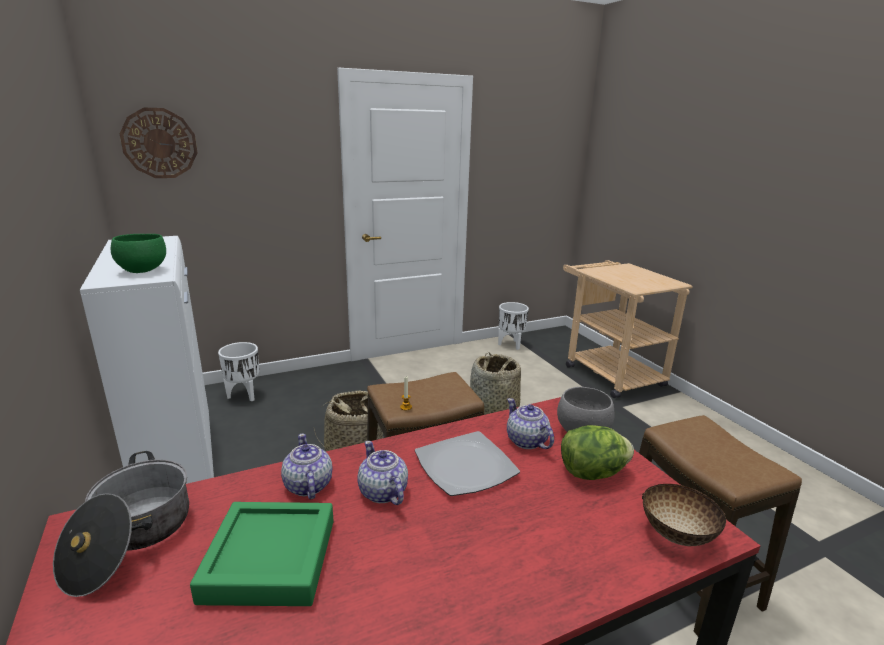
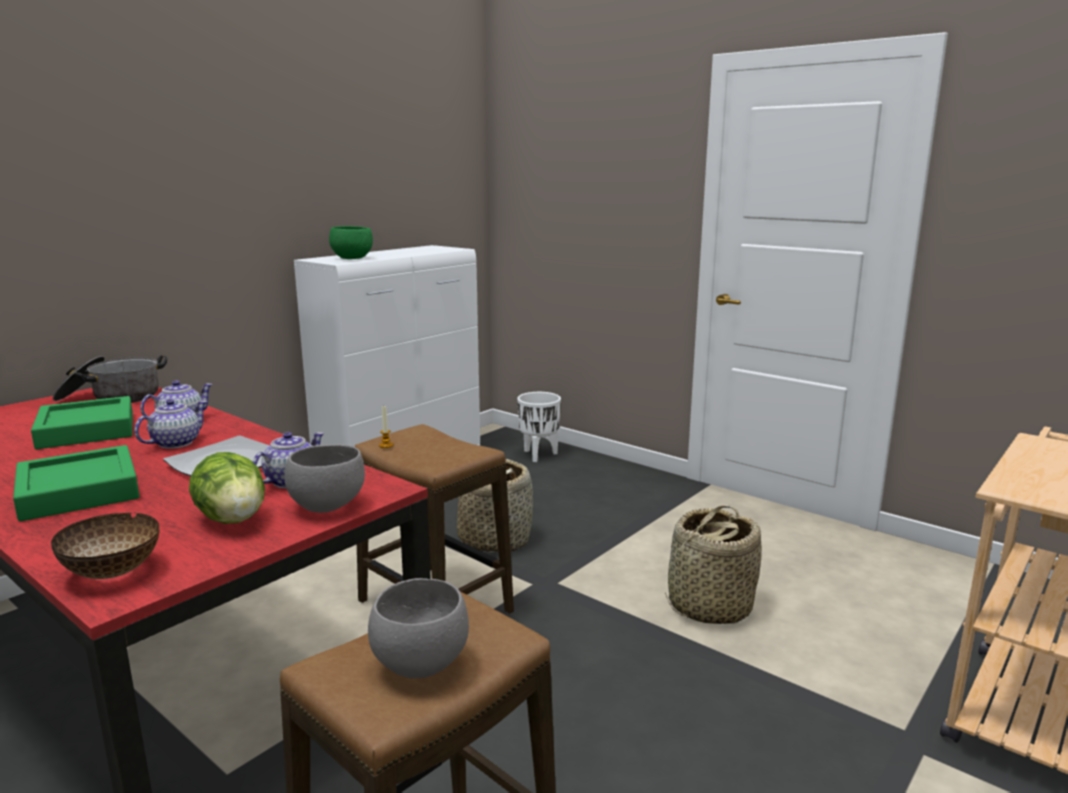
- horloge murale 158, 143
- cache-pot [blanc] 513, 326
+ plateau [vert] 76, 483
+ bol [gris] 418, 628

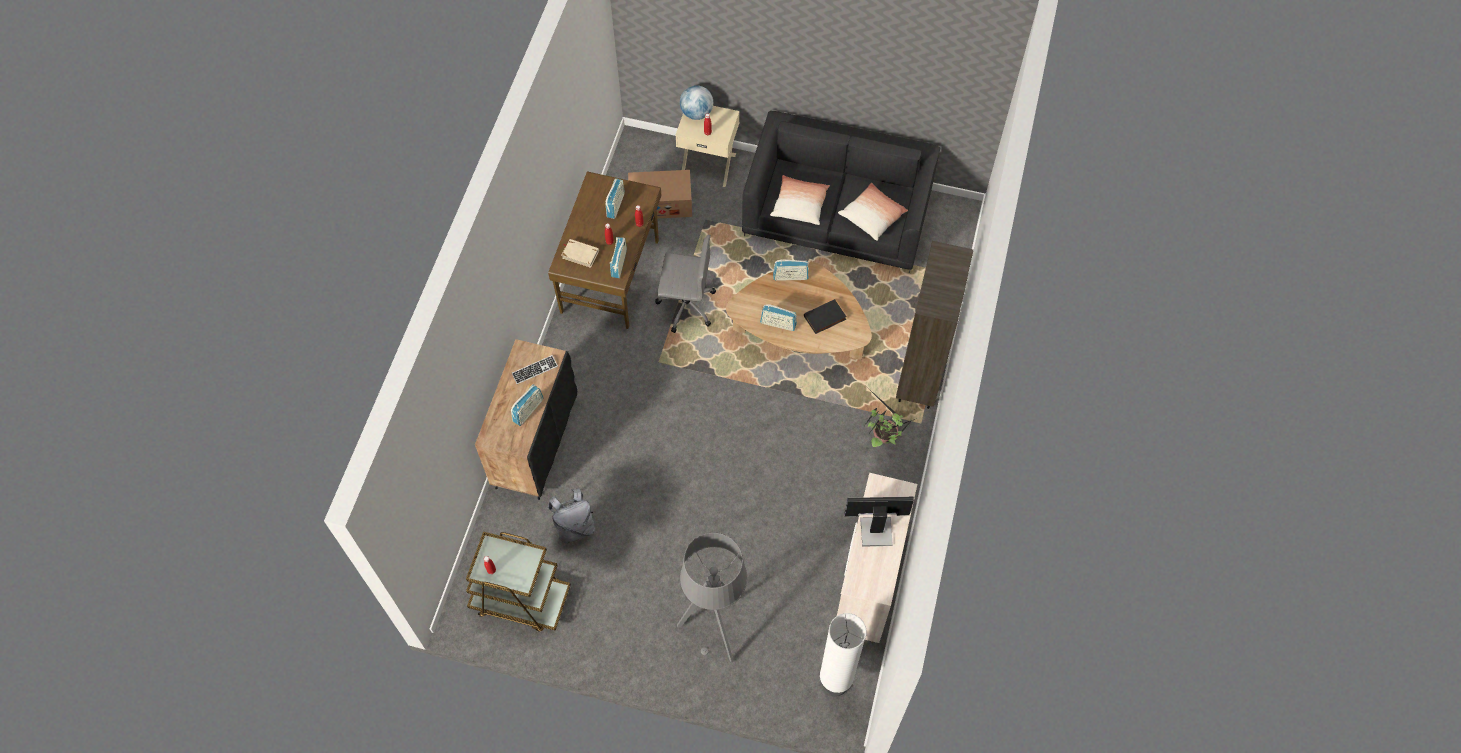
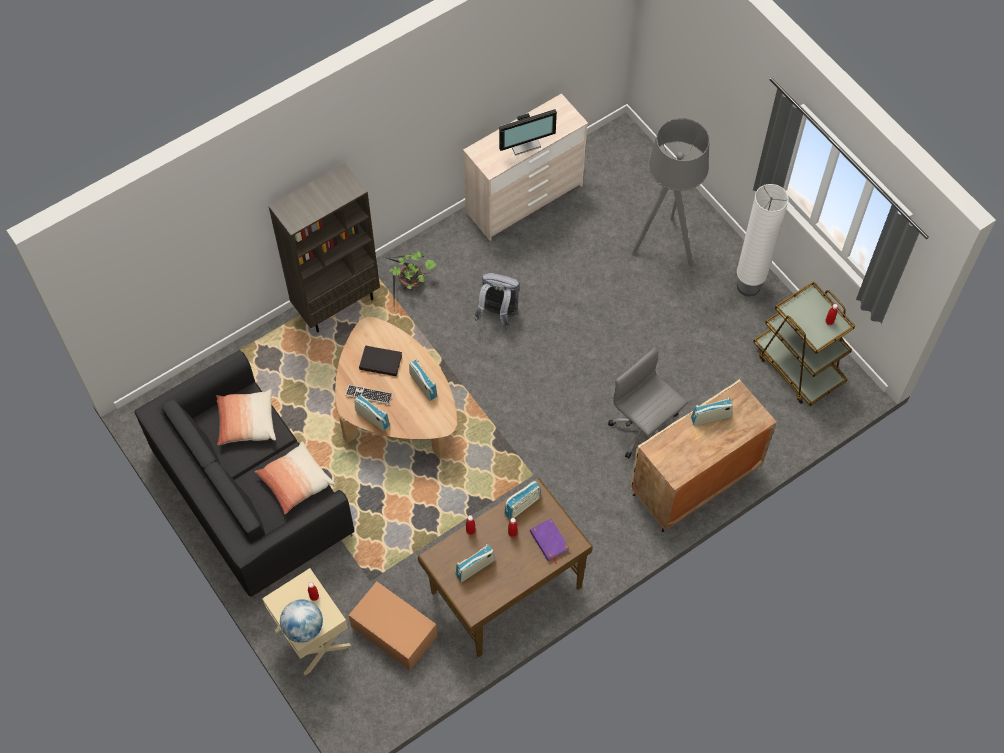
~ chaise de bureau [gris] 685, 284 to 647, 402
~ livre [beige] 580, 253 to livre [violet] 549, 541
~ meuble de rangement [noir] 526, 419 to meuble de rangement [beige] 703, 455
~ clavier 535, 369 to 369, 394
~ sac à dos [gris] 571, 516 to 497, 301
~ écran d'ordinateur 879, 522 = 528, 132 60 degrees counterclockwise
~ lampadaire [blanc] 843, 655 to 763, 240

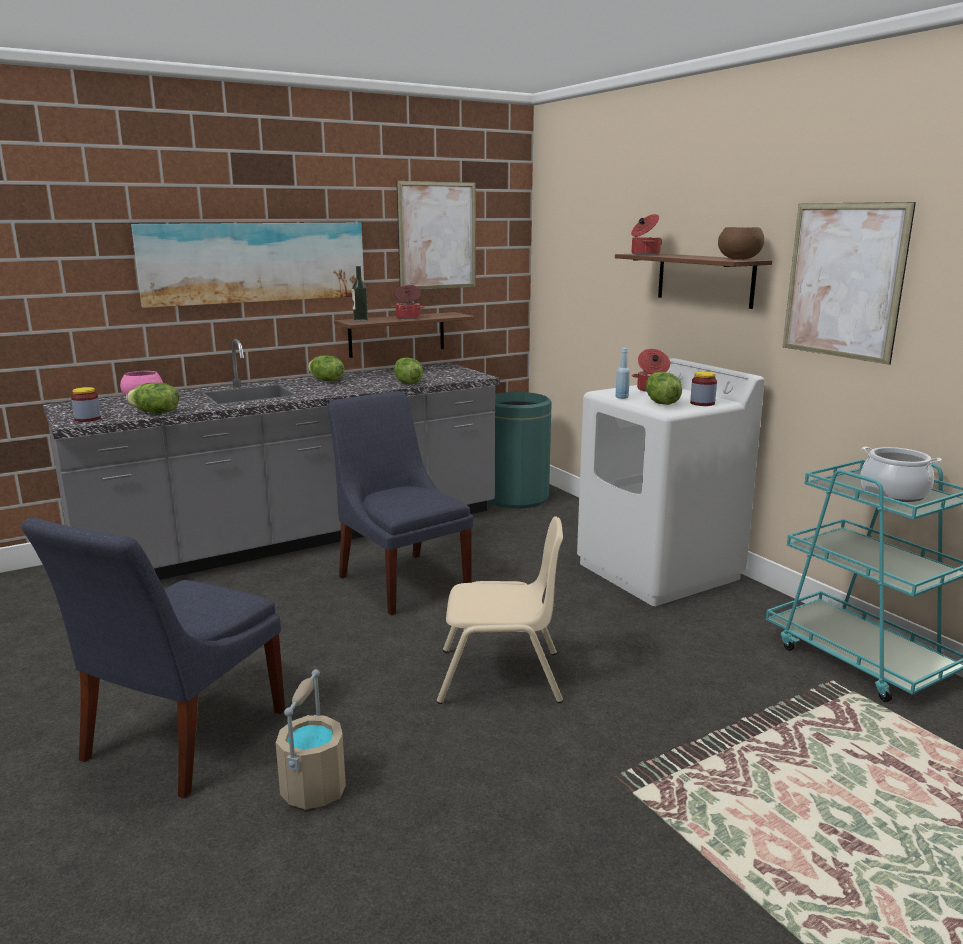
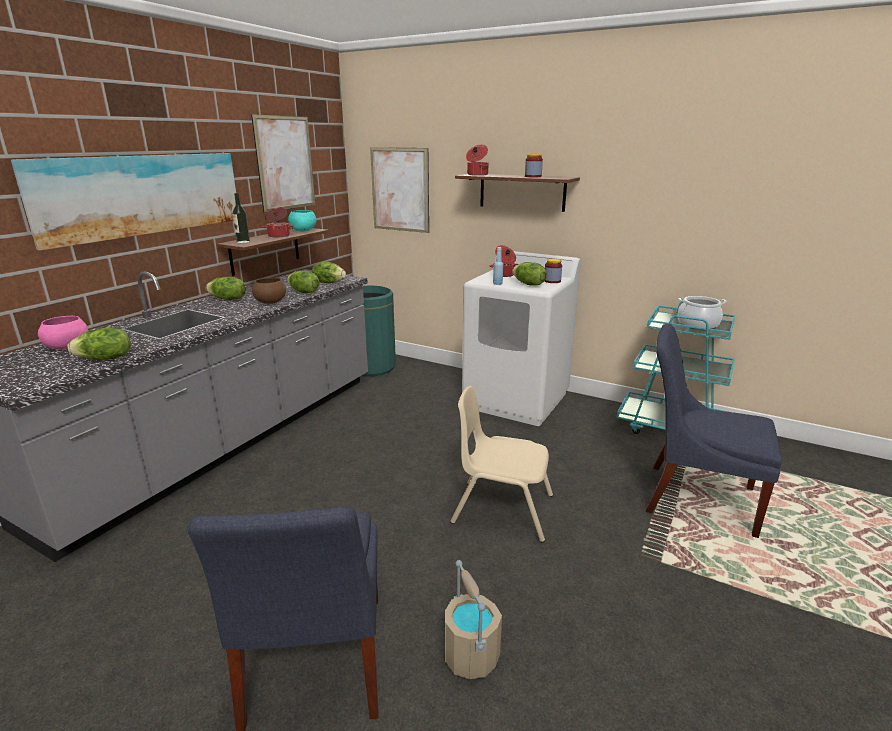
~ tableau 849, 283 to 399, 190
~ bol [marron] 741, 243 to 269, 291
~ bocal 86, 404 to 534, 165
~ chaise [bleu] 400, 503 to 714, 431
~ chaise [beige] 500, 610 = 501, 464 135 degrees counterclockwise
+ bol [turquoise] 302, 221
+ laitue 329, 272

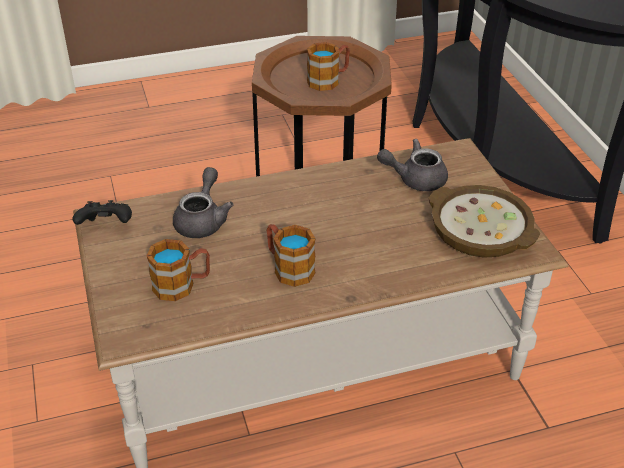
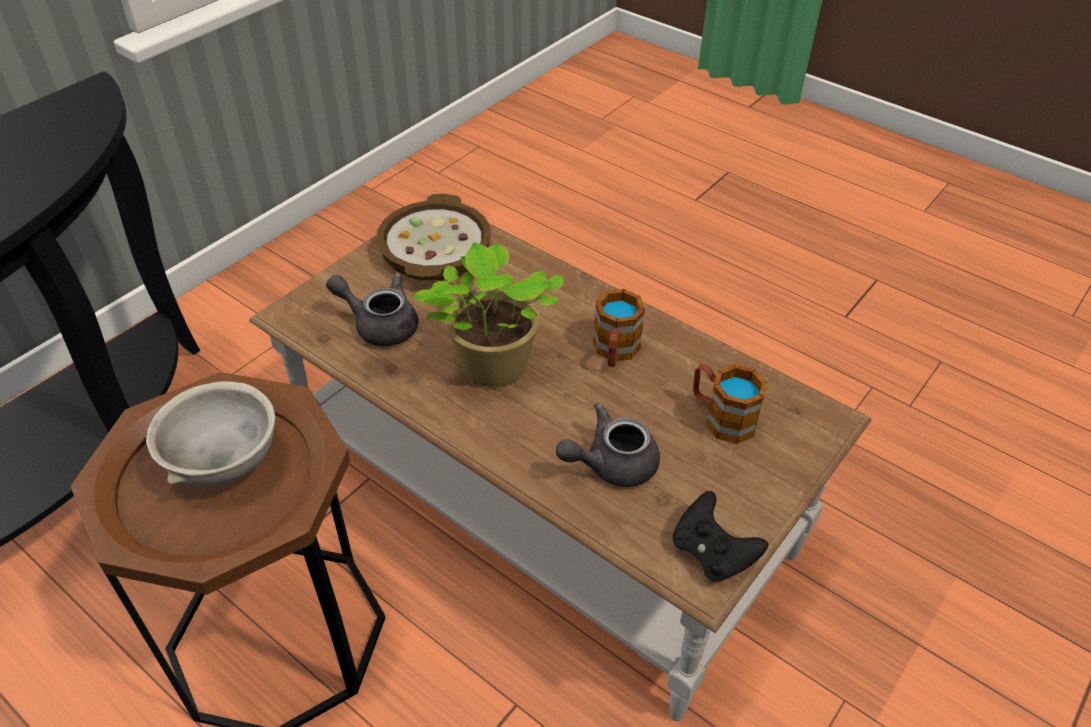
~ mug 328, 66 to bol [gris] 211, 434
~ théière [gris] 412, 165 = 372, 309 150 degrees clockwise
+ plante en pot 488, 314

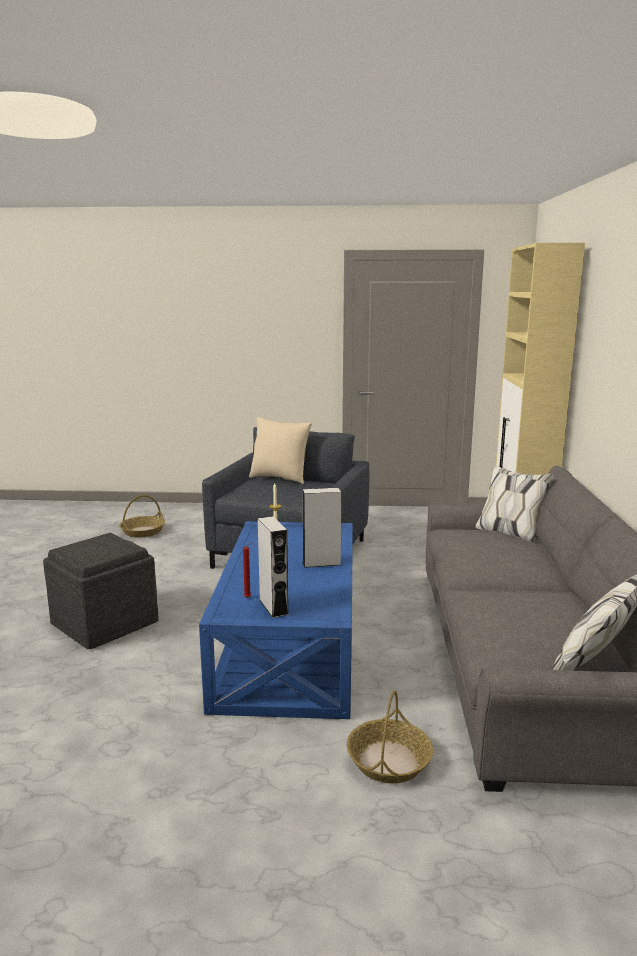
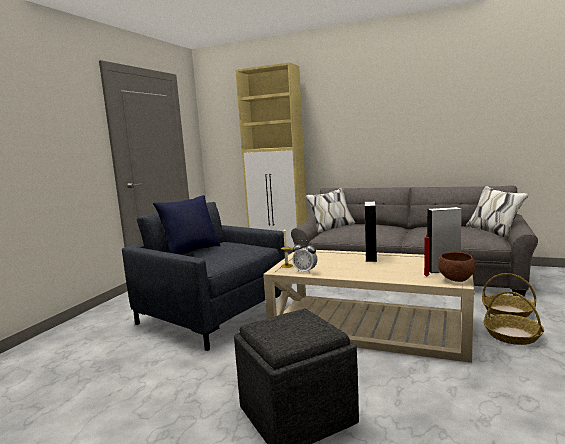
~ coussin [beige] 280, 450 to coussin [bleu] 186, 225
~ panier 142, 516 to 513, 318
~ table basse [bleu] 276, 620 to table basse [beige] 369, 306
+ réveil 305, 256
+ bol [marron] 456, 267

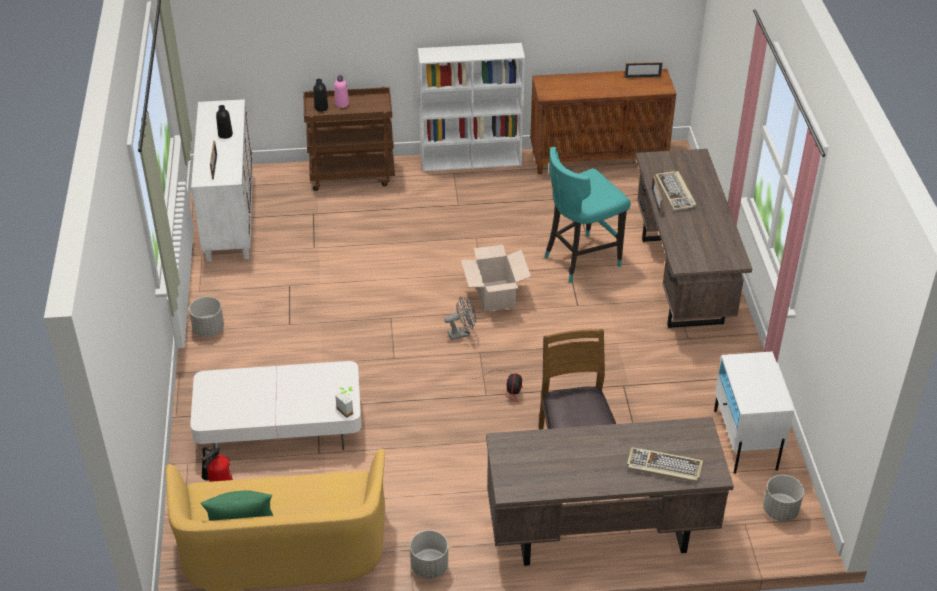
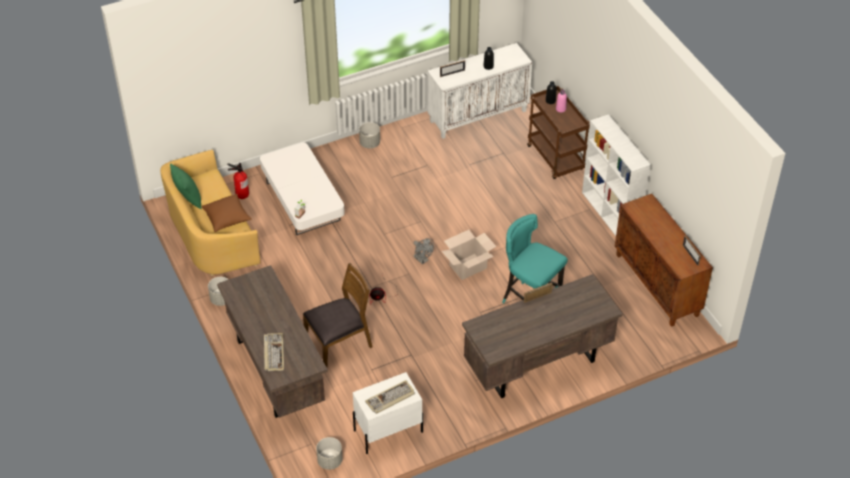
~ clavier 675, 191 to 390, 397
+ coussin [marron] 227, 213

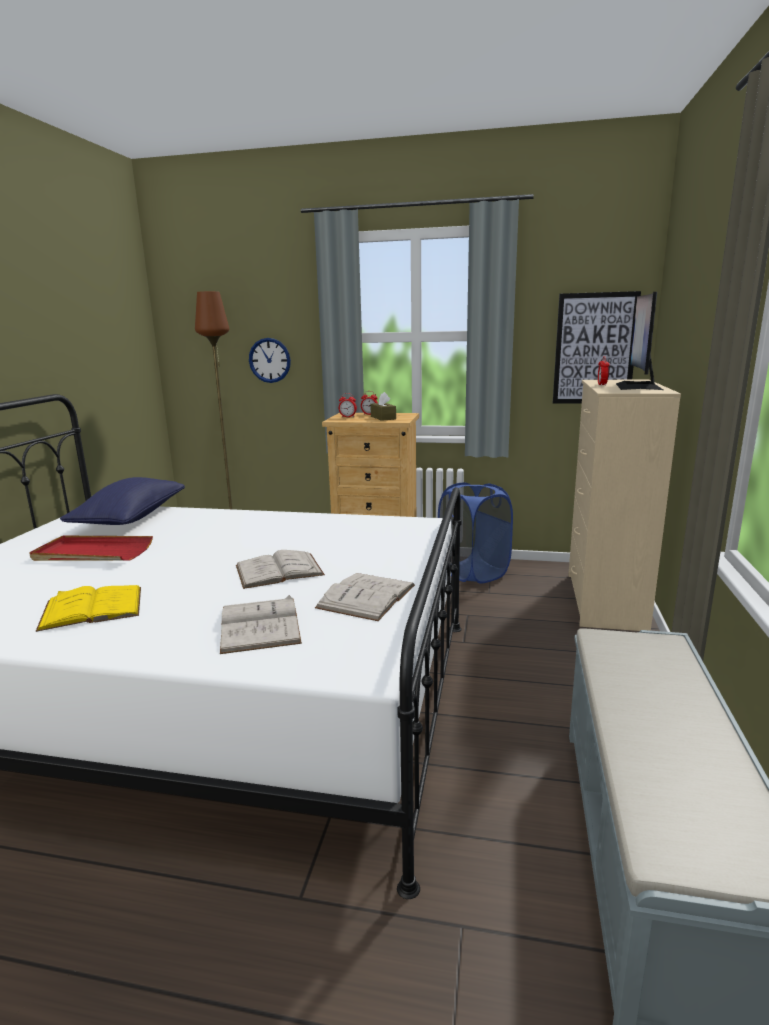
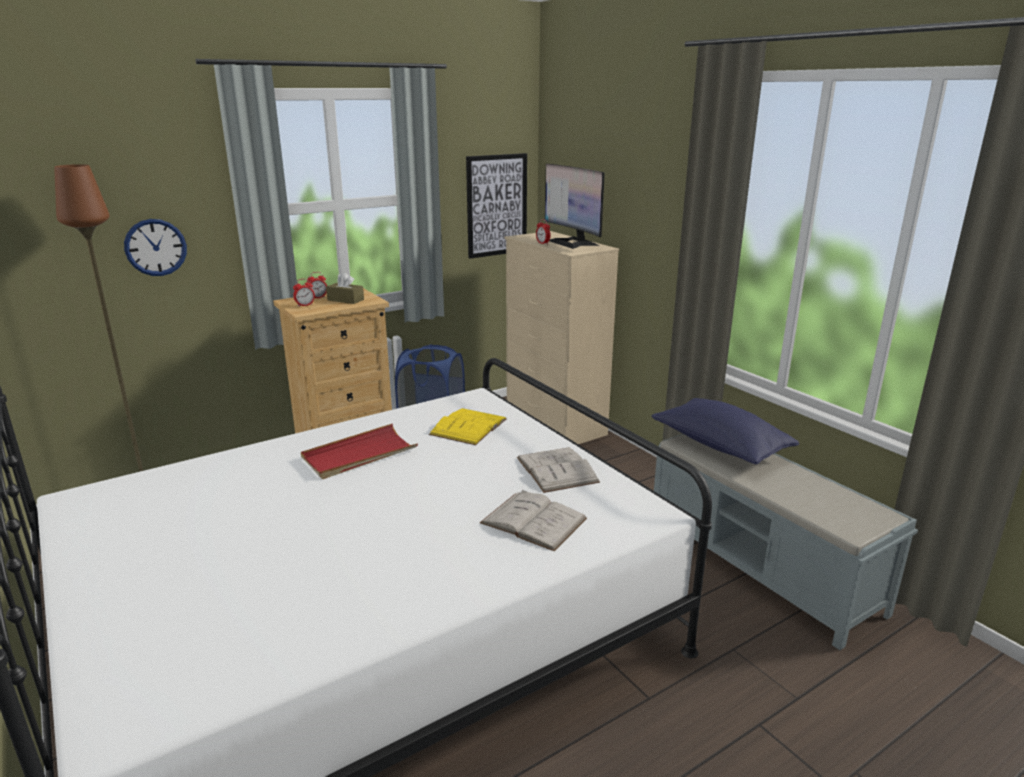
~ coussin [bleu] 122, 501 to 725, 431
~ plateau [rouge] 91, 548 to 359, 451
- livre [blanc] 280, 569
~ livre [jaune] 88, 608 to 468, 426

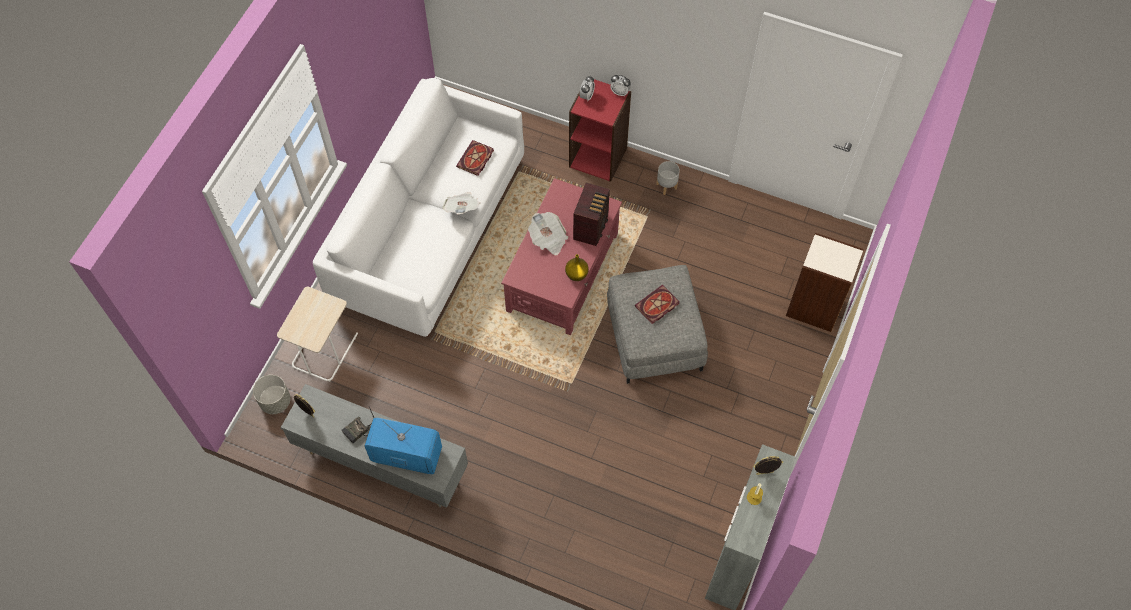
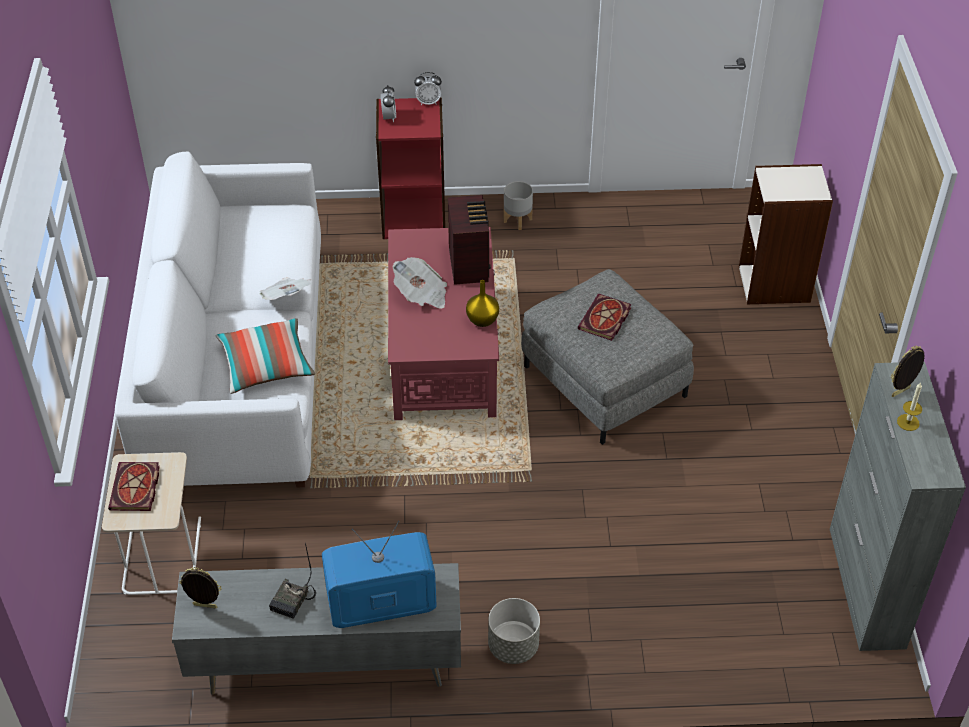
~ livre 475, 158 to 134, 486
~ cache-pot [gris] 272, 394 to 514, 631
+ coussin 265, 356

